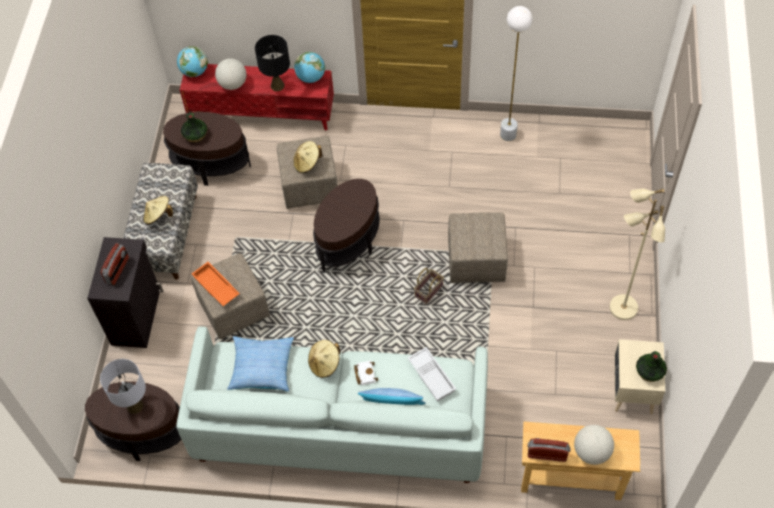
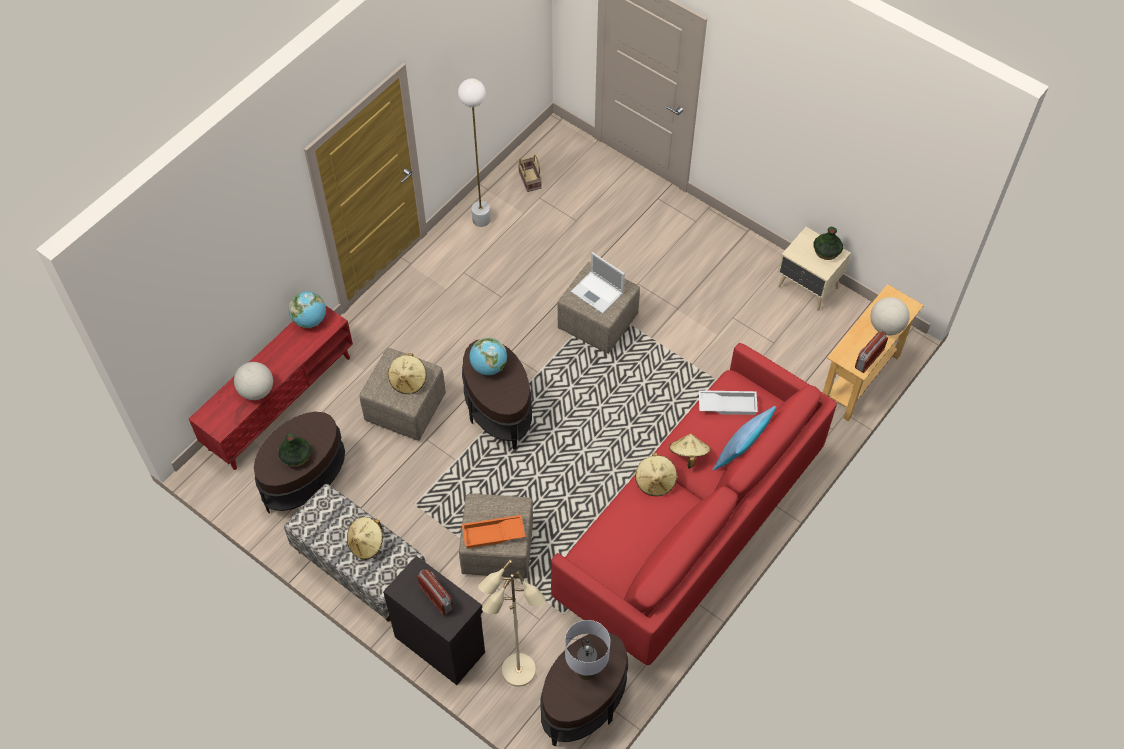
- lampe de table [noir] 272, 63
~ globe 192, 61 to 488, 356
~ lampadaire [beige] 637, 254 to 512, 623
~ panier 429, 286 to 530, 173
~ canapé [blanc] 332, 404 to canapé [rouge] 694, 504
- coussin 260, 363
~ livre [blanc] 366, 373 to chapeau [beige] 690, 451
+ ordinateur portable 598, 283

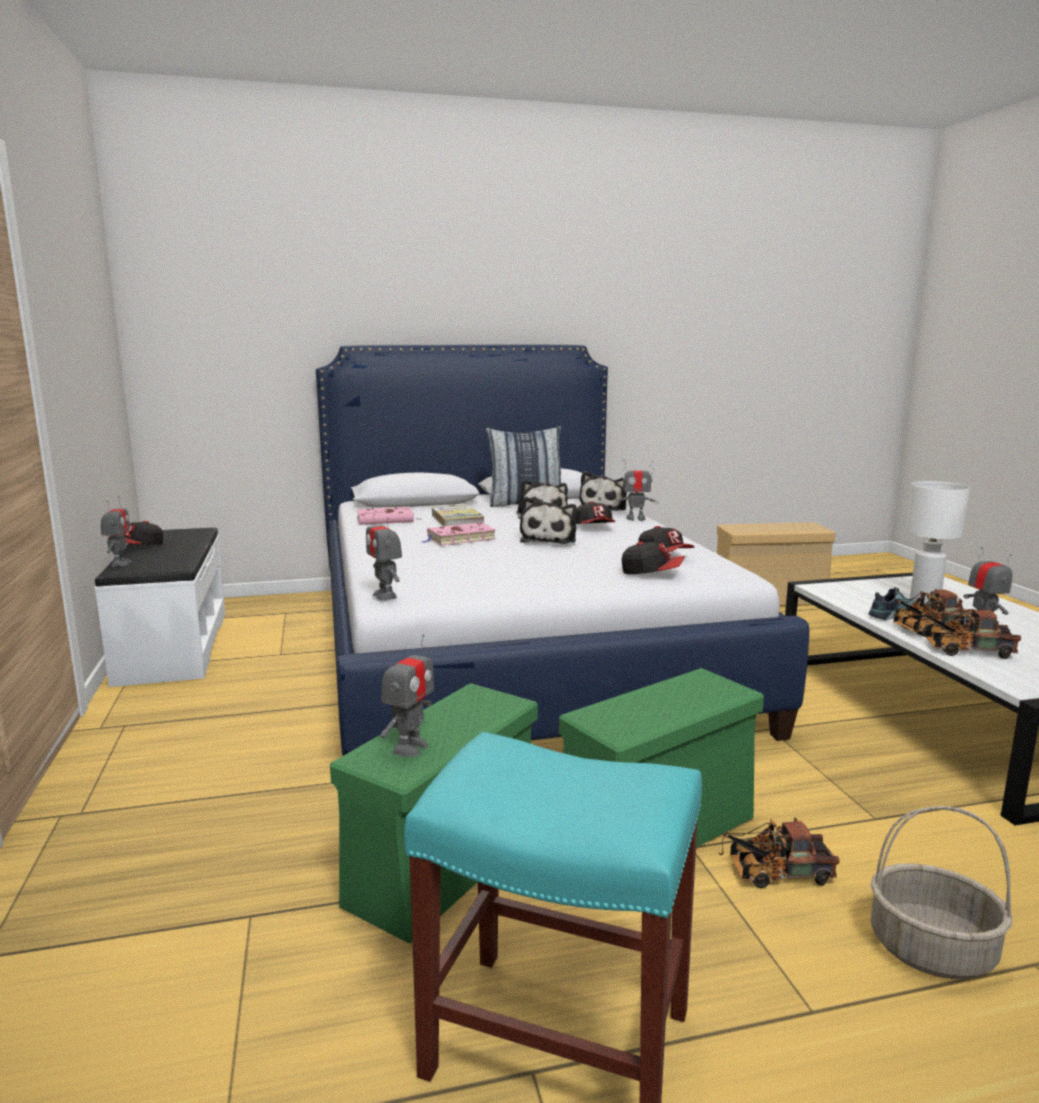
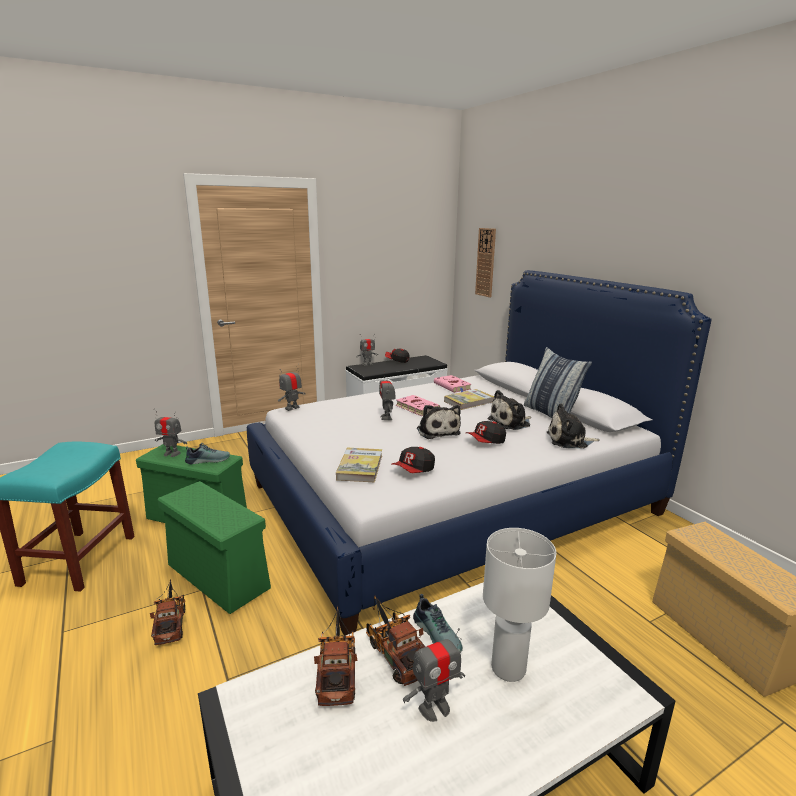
~ robot jouet 637, 490 to 387, 395
~ peluche 548, 520 = 439, 422 105 degrees counterclockwise
~ casquette 653, 558 to livre 359, 465
- panier 941, 892
+ horloge murale 485, 262
+ chaussure 207, 454

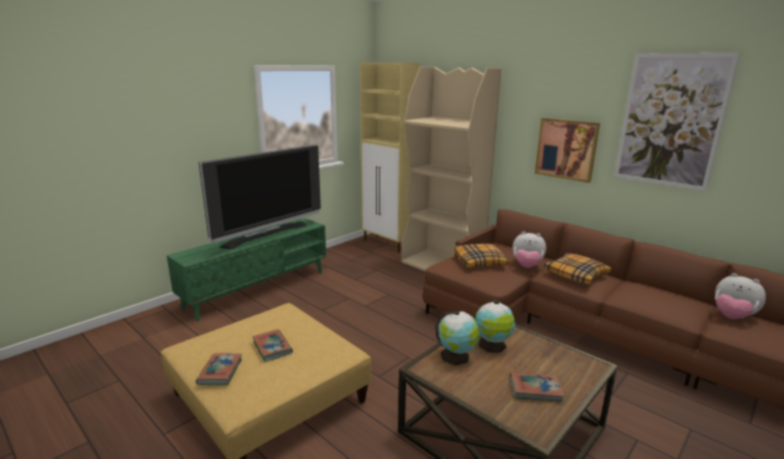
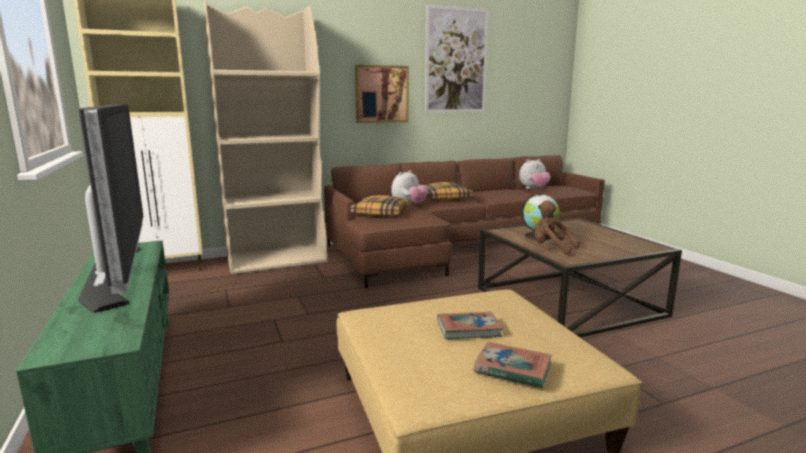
~ globe 457, 338 to peluche [marron] 557, 228
- livre 537, 387

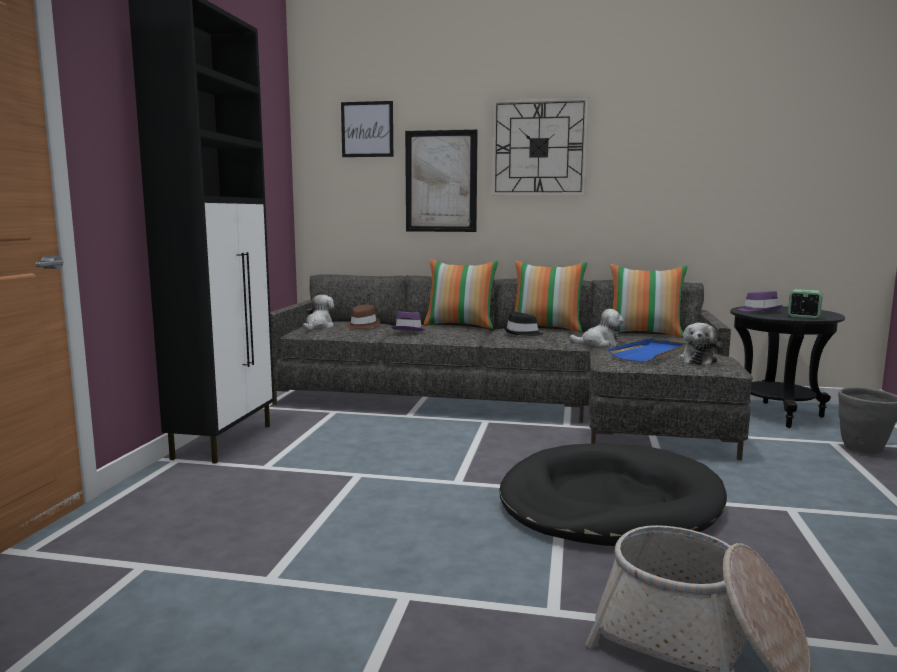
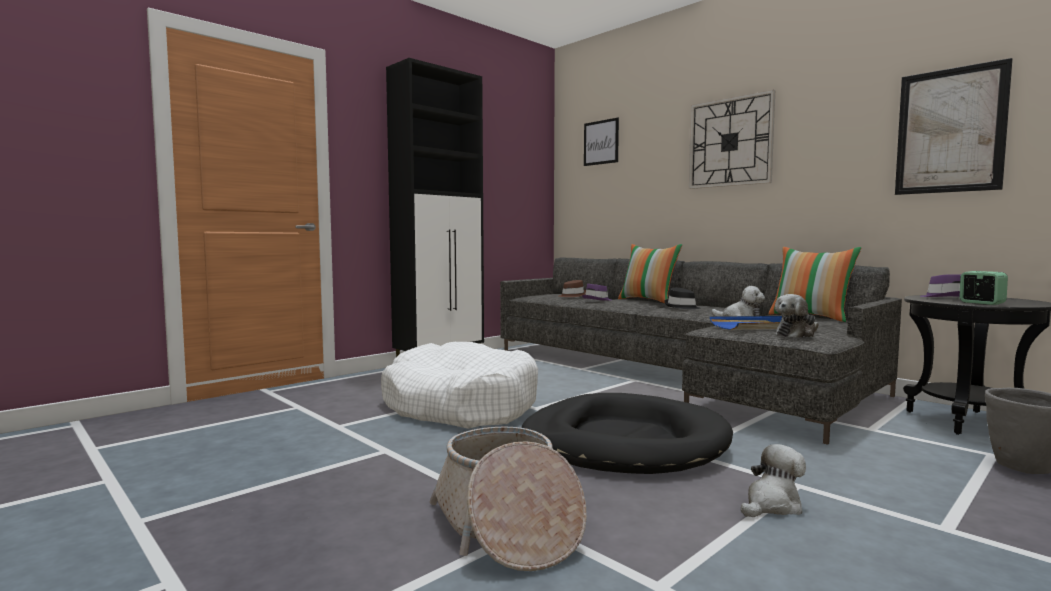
~ tableau 441, 180 to 954, 126
- coussin 551, 296
~ peluche 318, 312 to 773, 480
+ panier pour chien [blanc] 459, 385

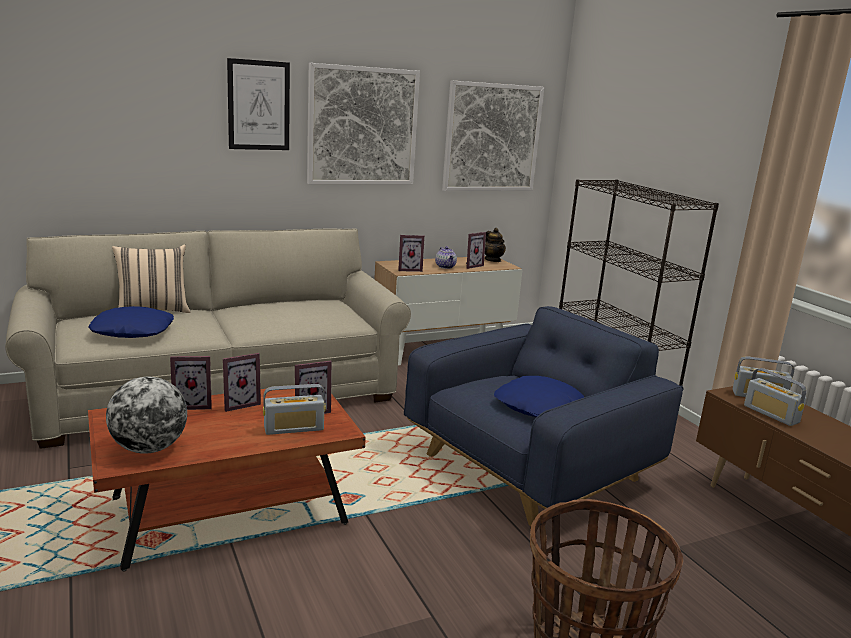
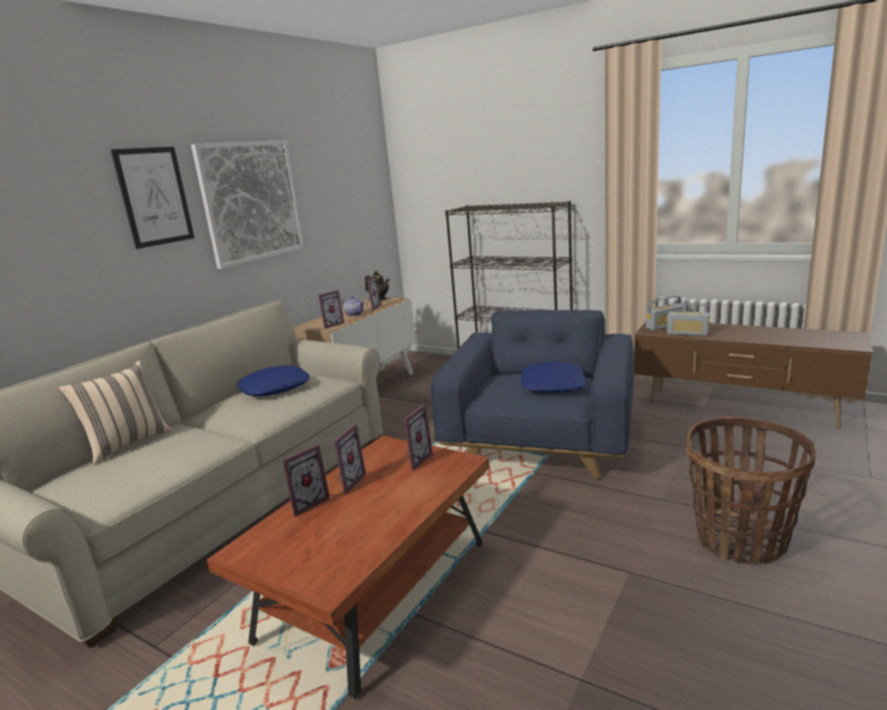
- tableau 493, 135
~ coussin [bleu] 131, 322 to 273, 380
- globe 146, 415
- radio 294, 409

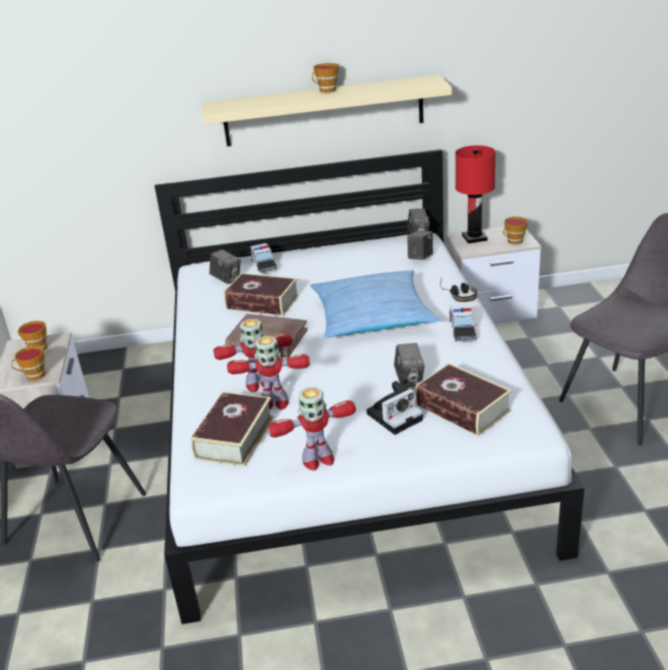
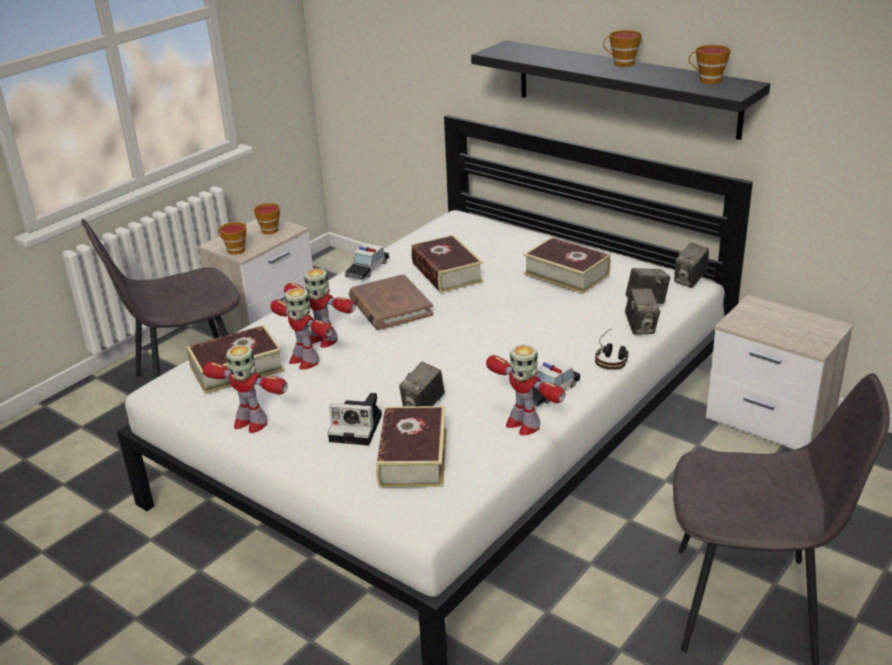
~ étagère [beige] 327, 111 to étagère [noir] 620, 90
- lampe de table [rouge] 475, 194
~ tasse 515, 231 to 710, 64
~ petite voiture 264, 258 to 367, 262
~ appareil photo 225, 266 to 642, 311
- coussin 375, 304
+ livre 567, 265
+ robot jouet 525, 389

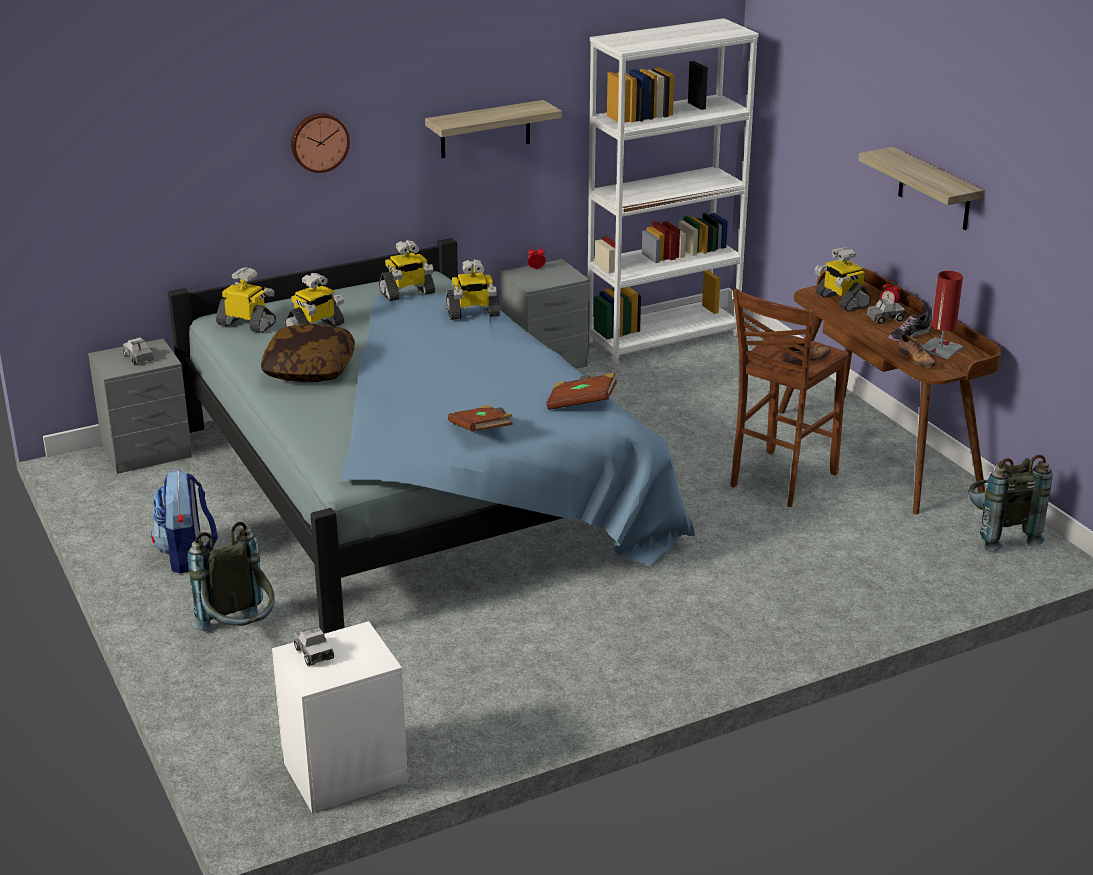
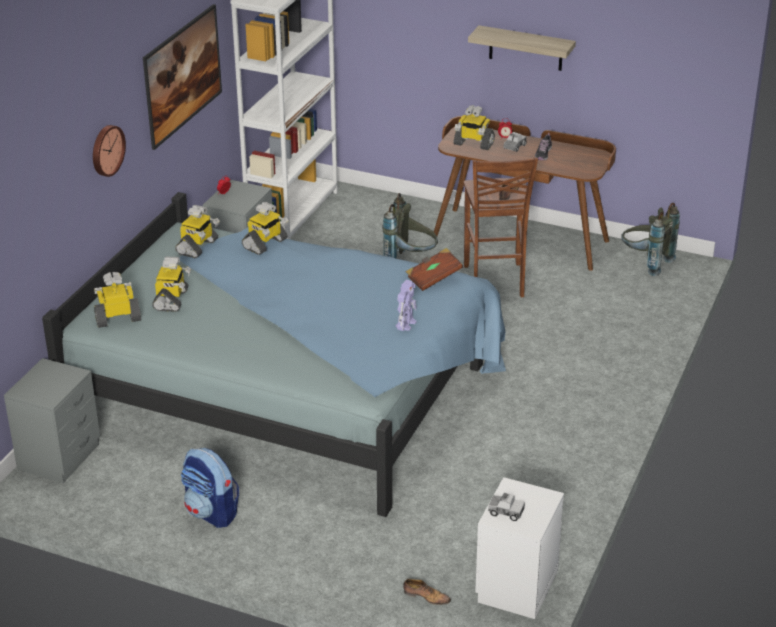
~ étagère 493, 129 to tableau 182, 77
- lampe de table [rouge] 942, 315
- coussin 308, 353
~ chaussure 917, 350 to 427, 592
- camion jouet 138, 351
~ livre [marron] 480, 418 to robot jouet 406, 305
~ sac à dos [gris] 231, 576 to 410, 225

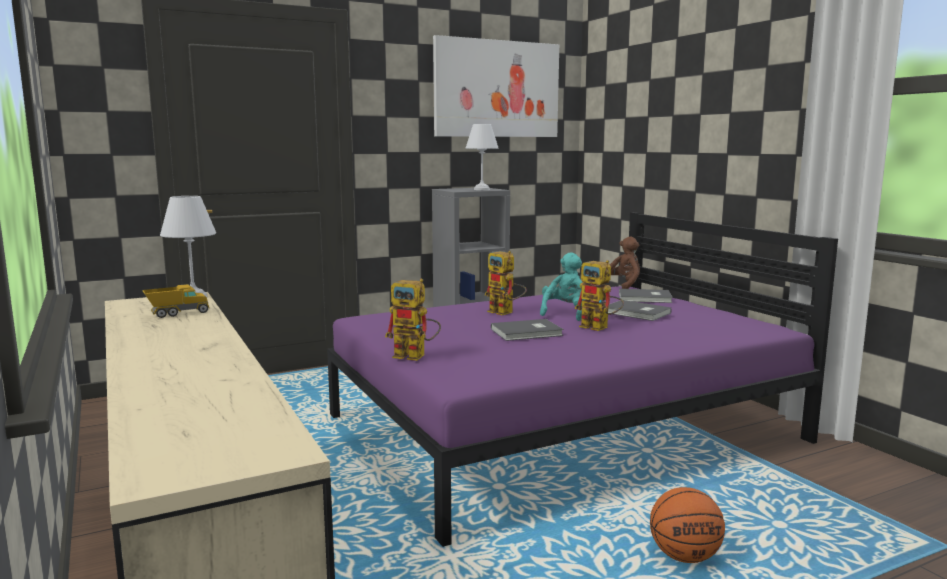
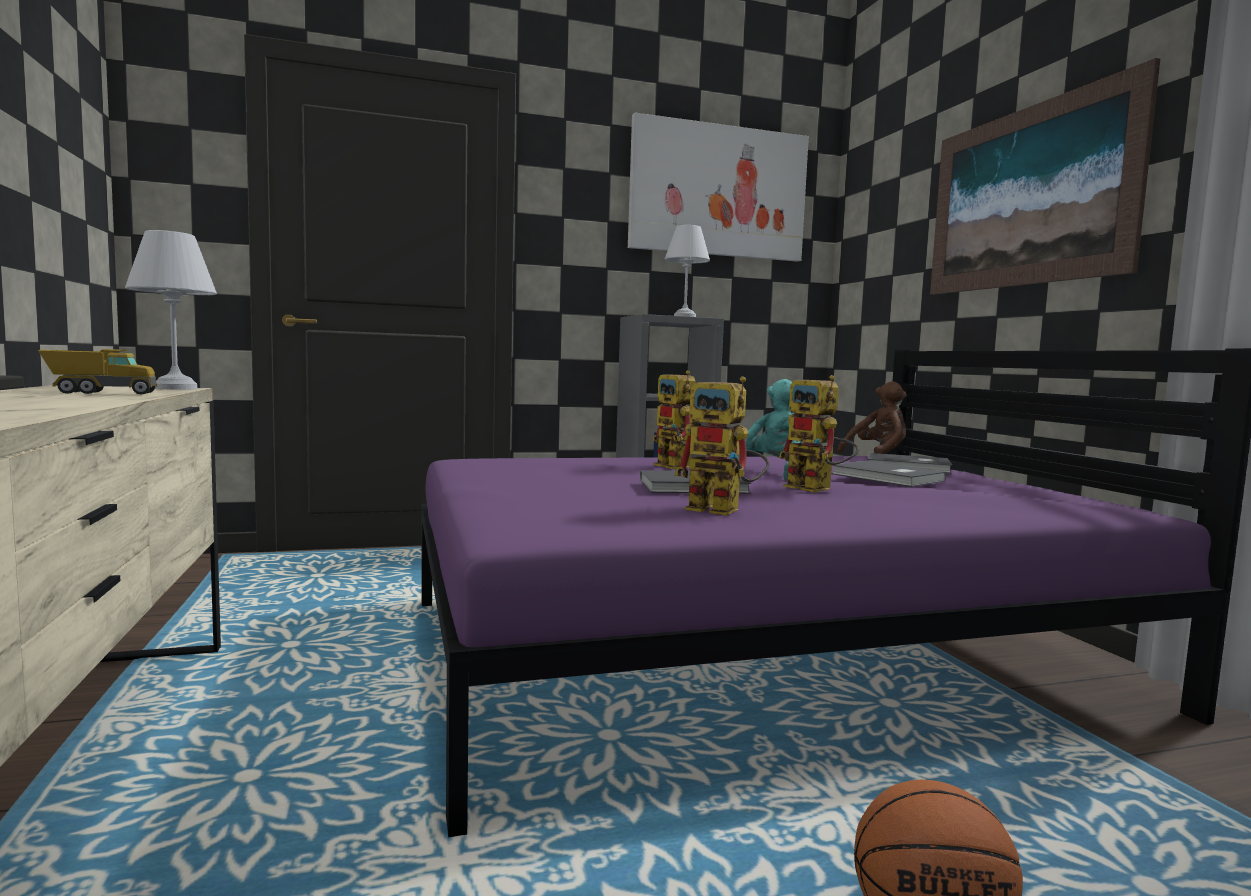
~ robot jouet 413, 320 to 722, 446
+ tableau 1045, 176

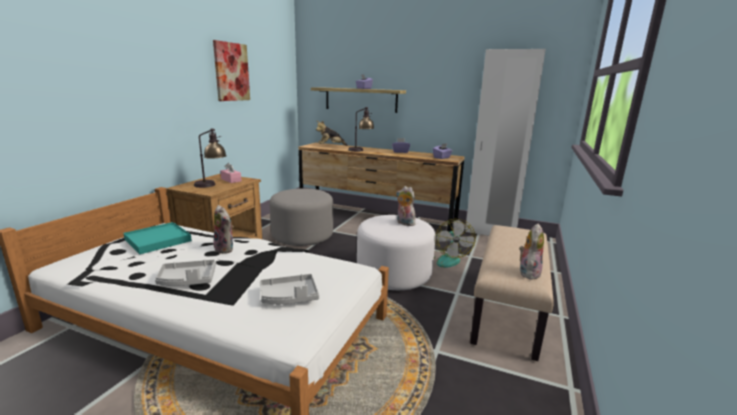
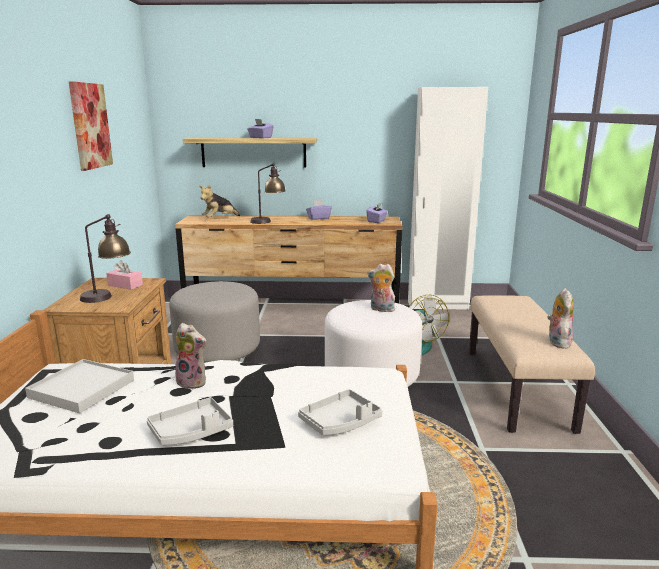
~ plateau [turquoise] 157, 238 to plateau [blanc] 79, 386

